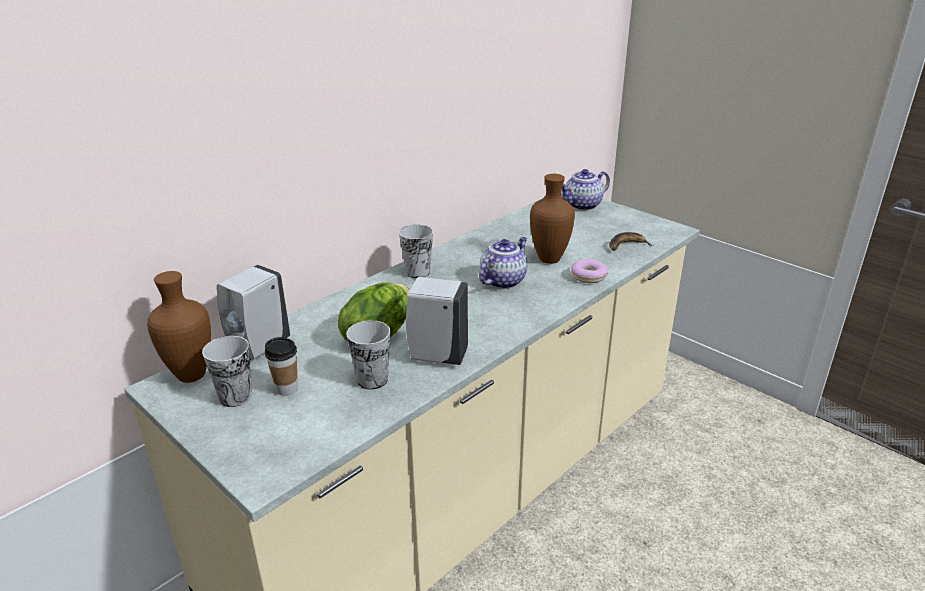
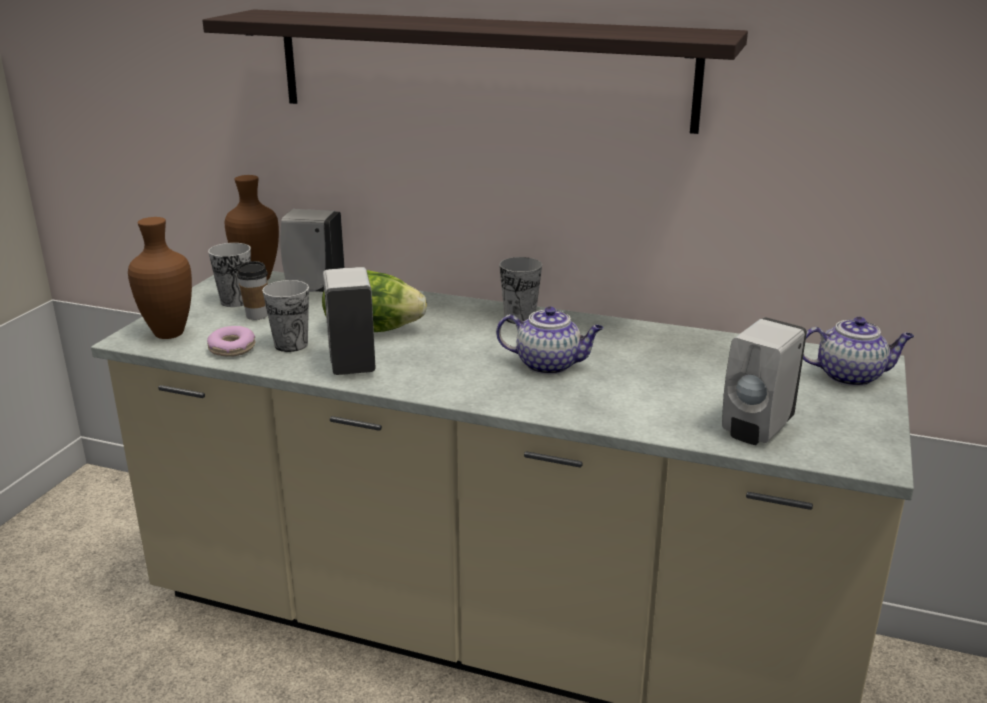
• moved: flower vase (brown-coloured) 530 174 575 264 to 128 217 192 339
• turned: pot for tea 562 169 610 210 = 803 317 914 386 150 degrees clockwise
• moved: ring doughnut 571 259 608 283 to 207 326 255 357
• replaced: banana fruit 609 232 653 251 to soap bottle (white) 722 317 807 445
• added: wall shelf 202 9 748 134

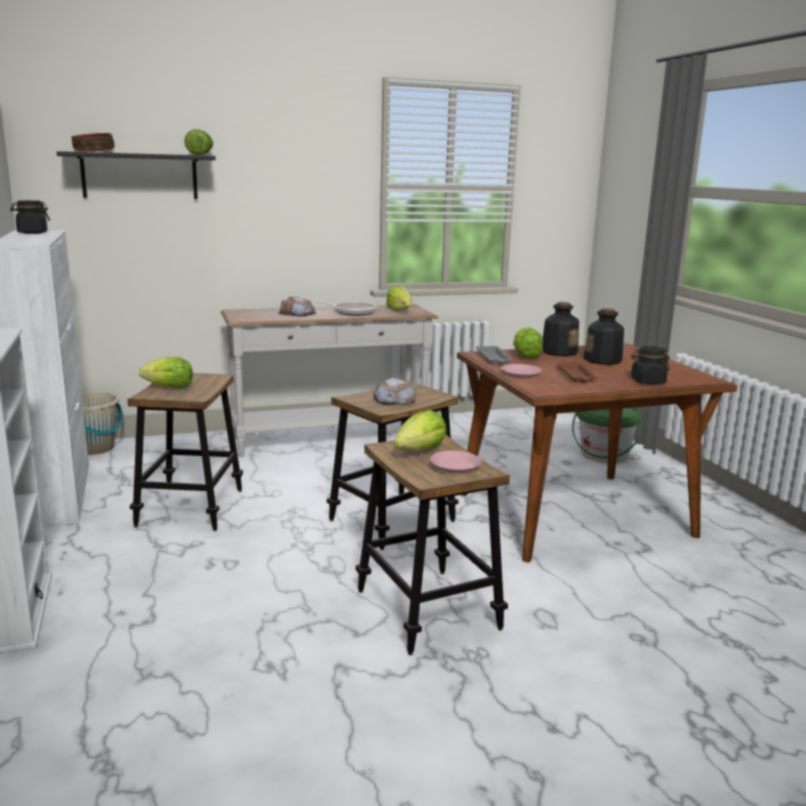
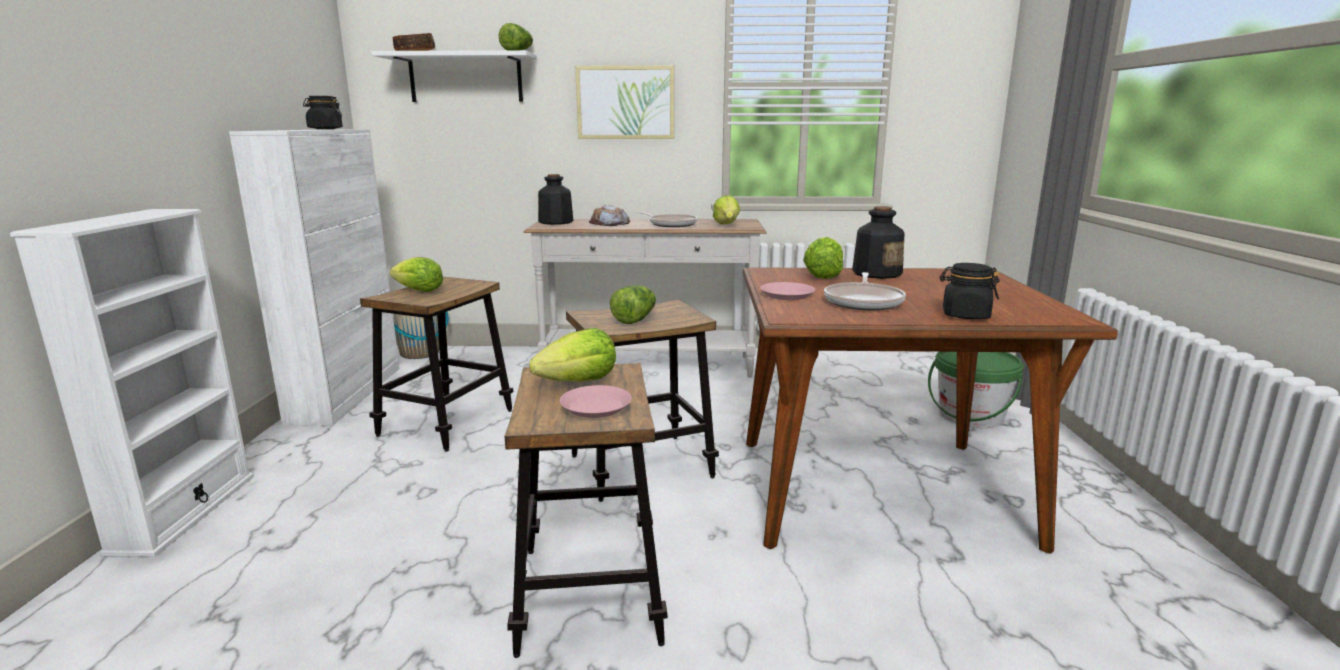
• recoloured: wall shelf (blackish) 57 151 216 199 to wall shelf (white) 371 50 537 102
• replaced: bread 373 377 416 406 to lettuce head 610 286 656 324
• removed: serving tray (gray) 476 346 513 364
• replaced: serving tray (brown-coloured) 557 362 598 382 to pan 824 272 906 310
• moved: beverage bottle 584 308 624 365 to 538 174 573 225
• added: picture 575 65 674 139

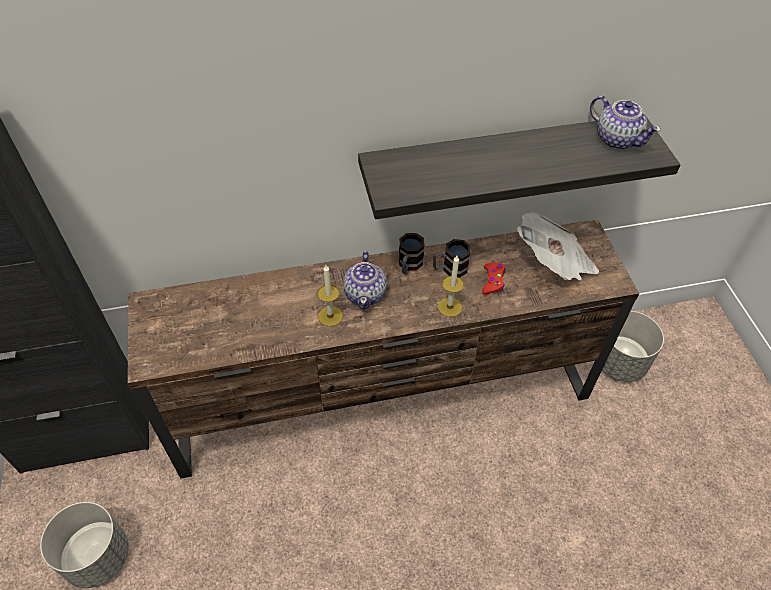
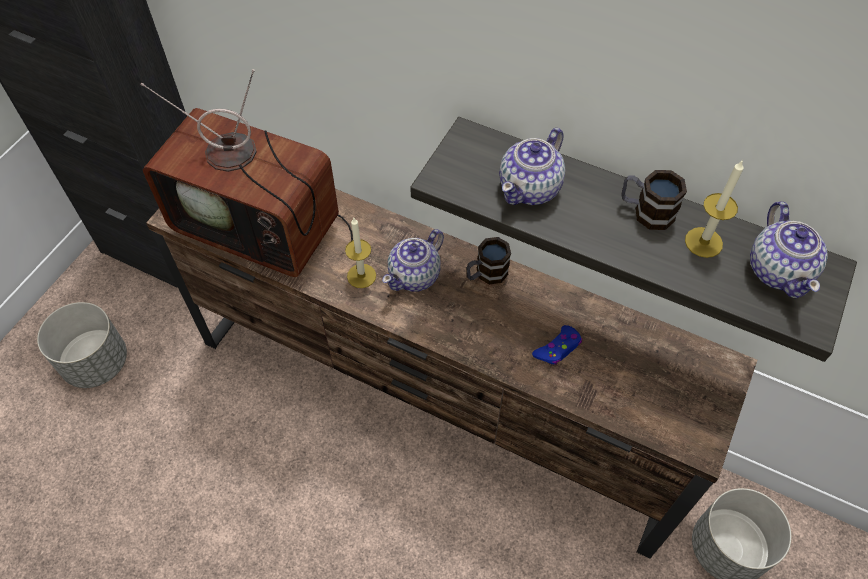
• moved: mug 433 239 471 278 to 621 170 687 230
• moved: wax candle 438 256 464 317 to 685 160 744 258
• recoloured: joypad (reddish) 482 262 506 294 to joypad (blue) 532 325 582 365
• removed: daily paper 517 212 599 281
• added: TV set 140 69 353 277
• added: pot for tea 499 128 565 205

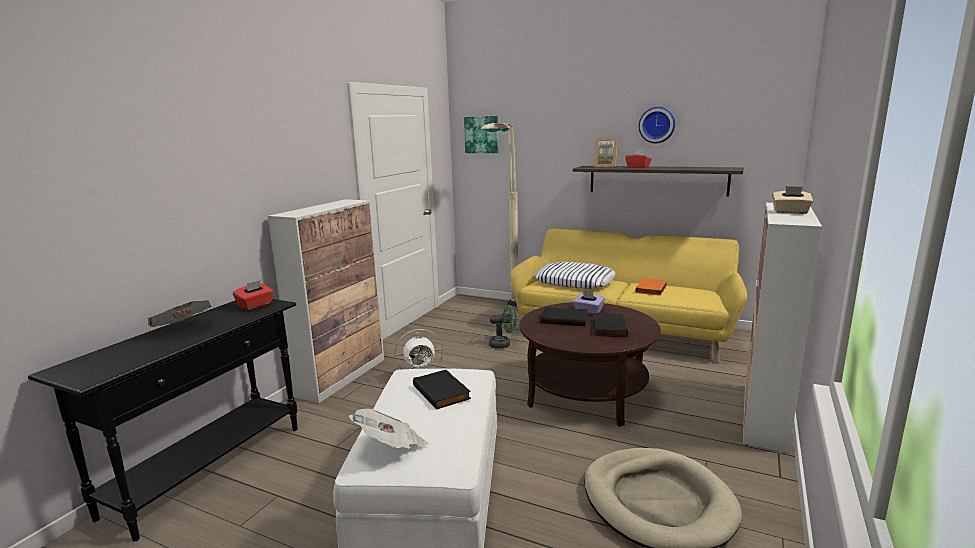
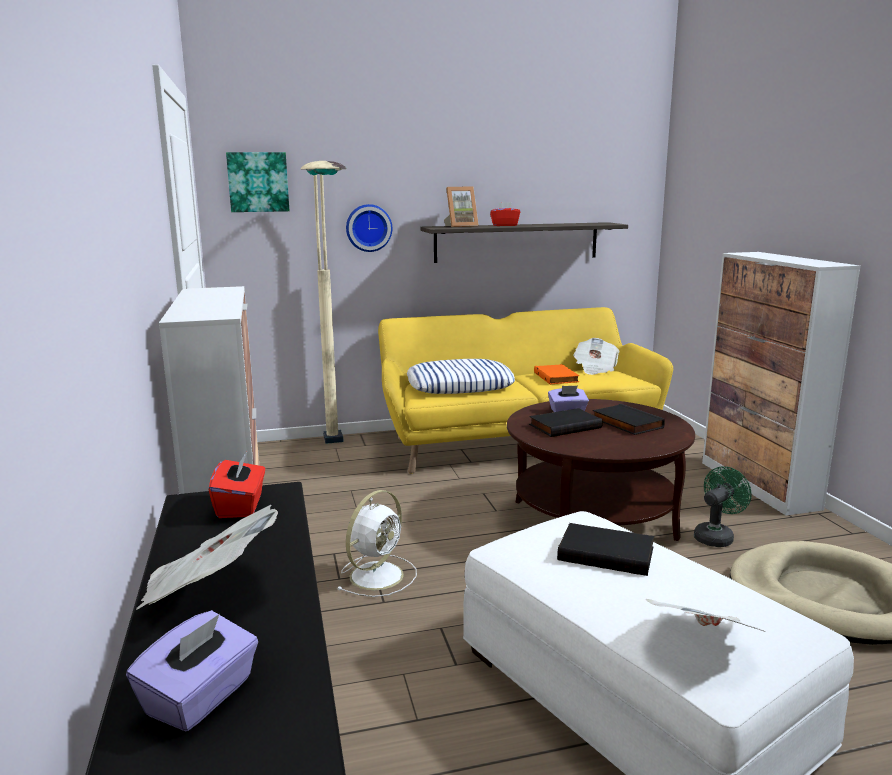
• moved: cooling fan (greenish) 489 305 516 349 to 694 466 752 547
• moved: clock on the wall 639 107 675 143 to 346 204 392 252
• removed: tissue box (beige-coloured) 772 186 813 214
• added: tissue box (purple-coloured) 126 610 258 732
• added: daily paper 573 338 620 375

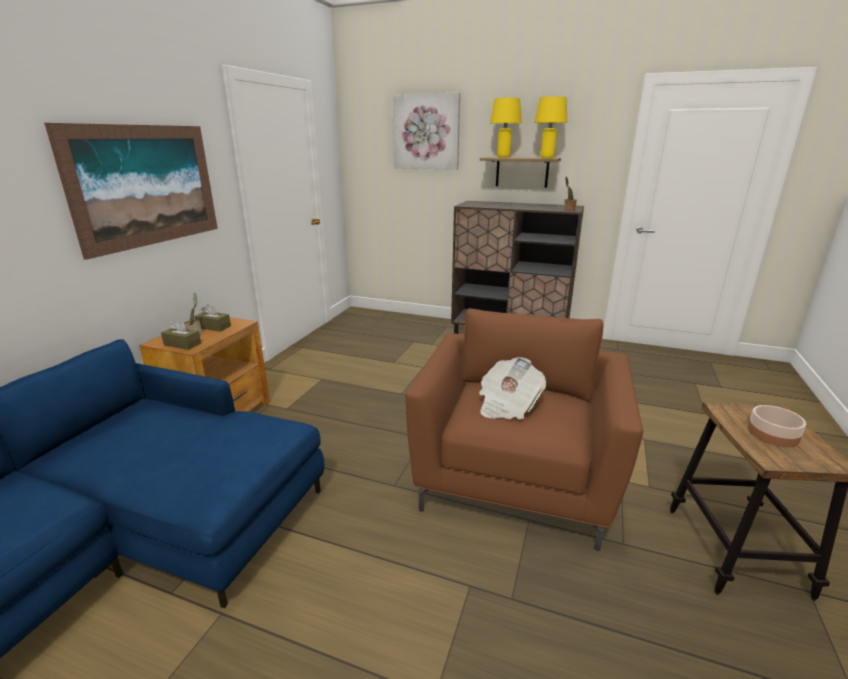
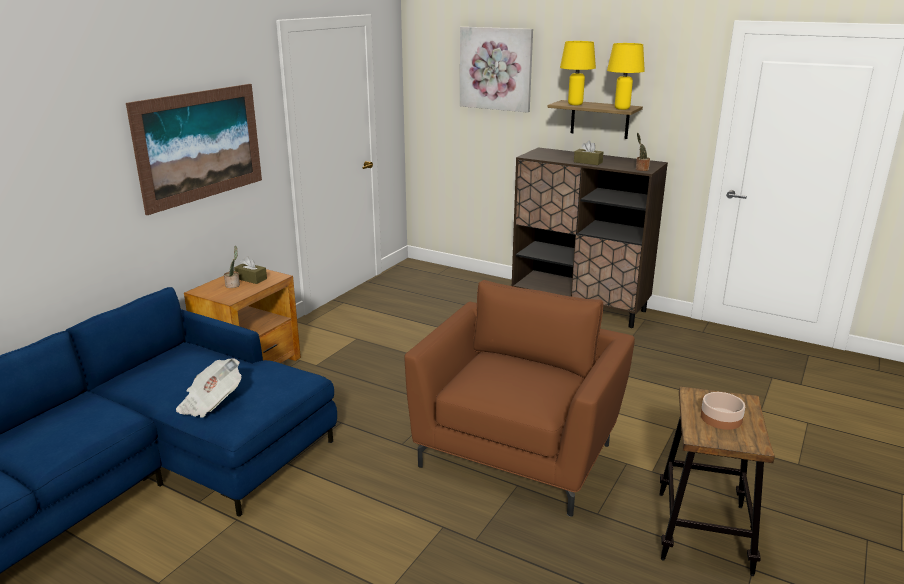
• moved: tissue box (brown-coloured) 161 319 201 350 to 574 141 603 165
• moved: daily paper 479 357 546 419 to 176 358 242 418

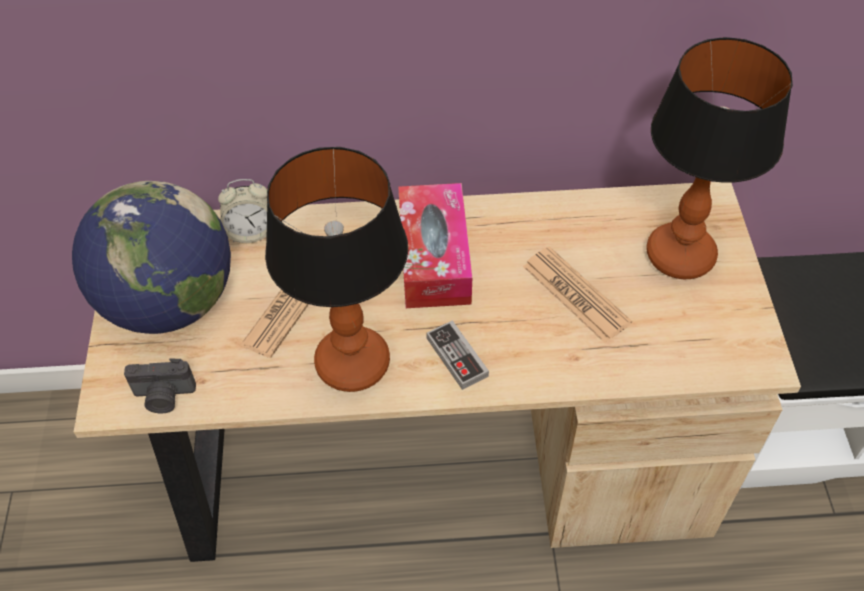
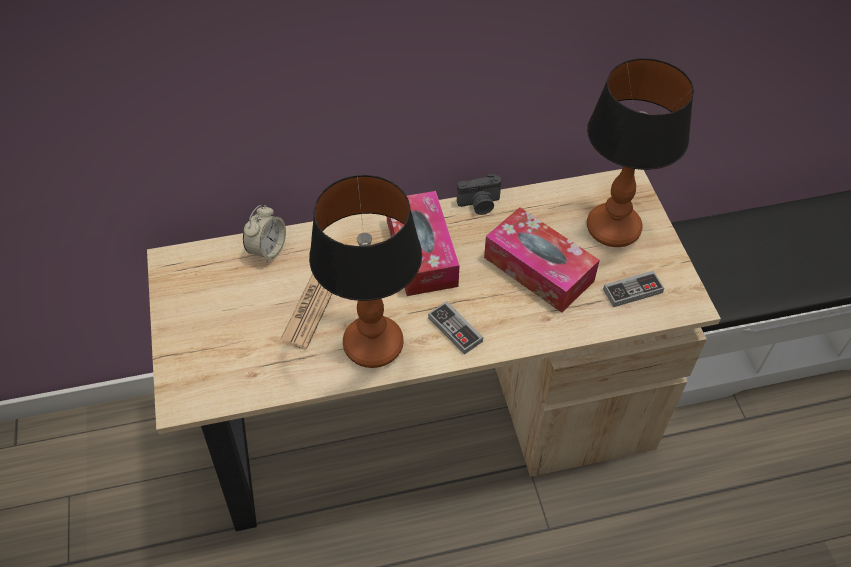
• removed: world globe 72 181 231 334
• moved: still camera 124 358 196 413 to 457 174 501 215
• turned: table clock 218 179 267 243 = 243 205 286 262 45 degrees counterclockwise
• replaced: daily paper 523 247 632 343 to tissue box 484 207 600 313
• added: joypad 603 271 664 307

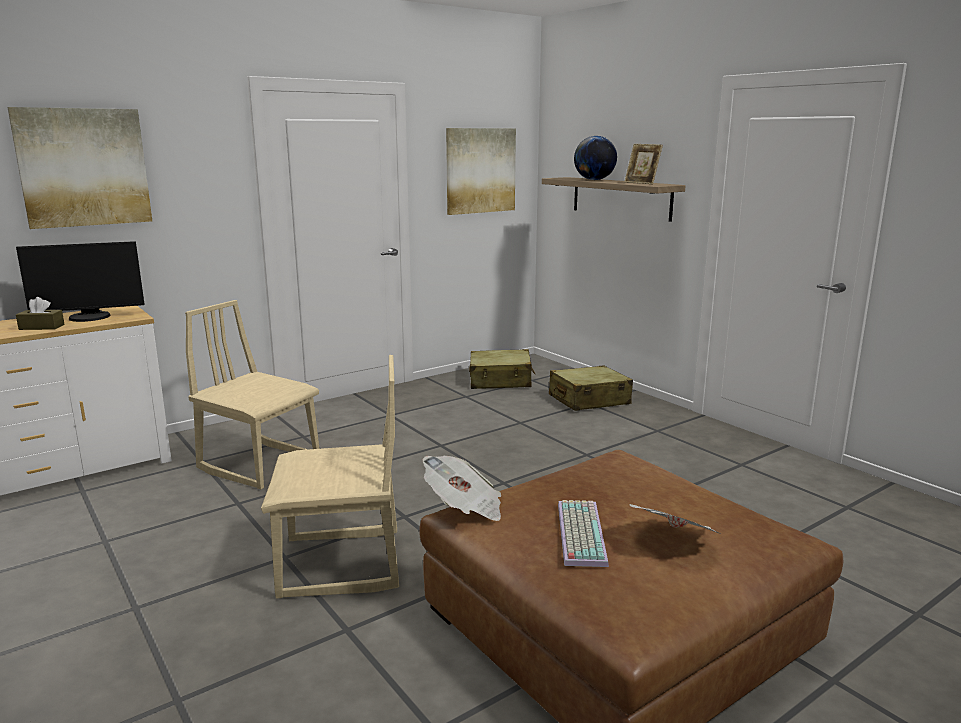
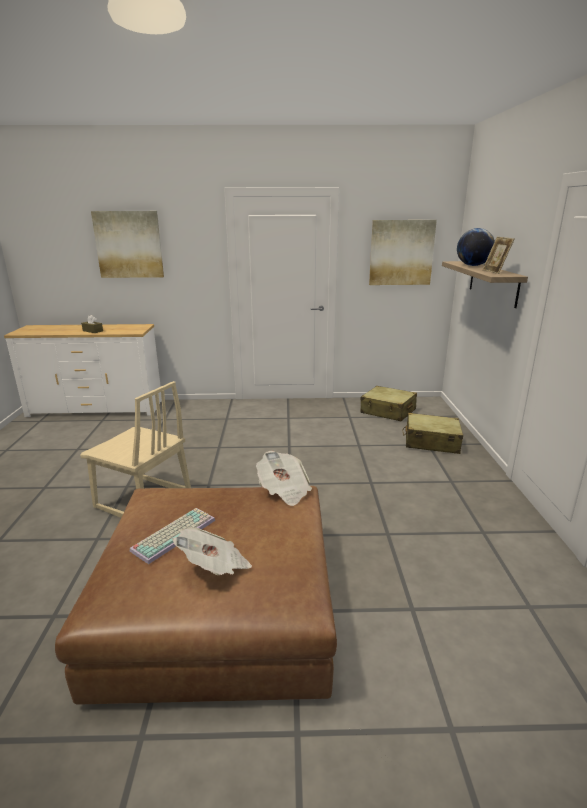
• removed: computer display 16 241 145 322
• removed: chair (beige-coloured) 185 300 319 489
• moved: daily paper 423 456 501 521 to 256 451 312 506

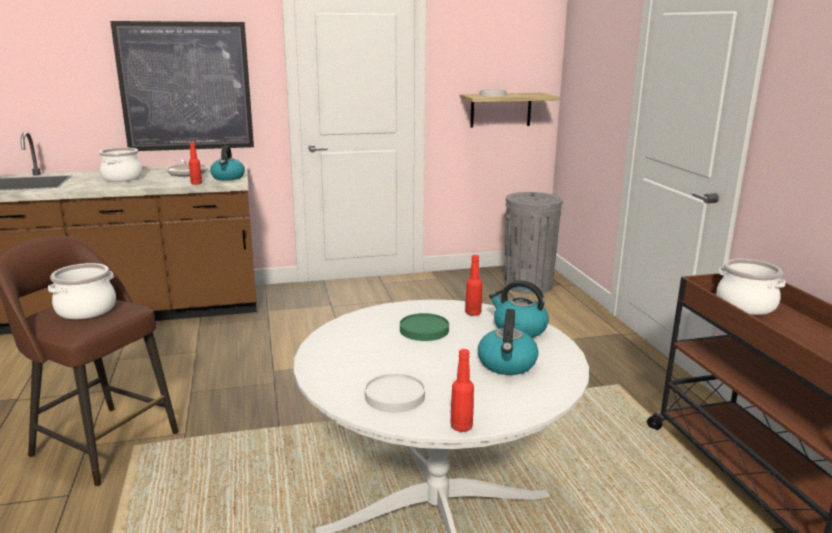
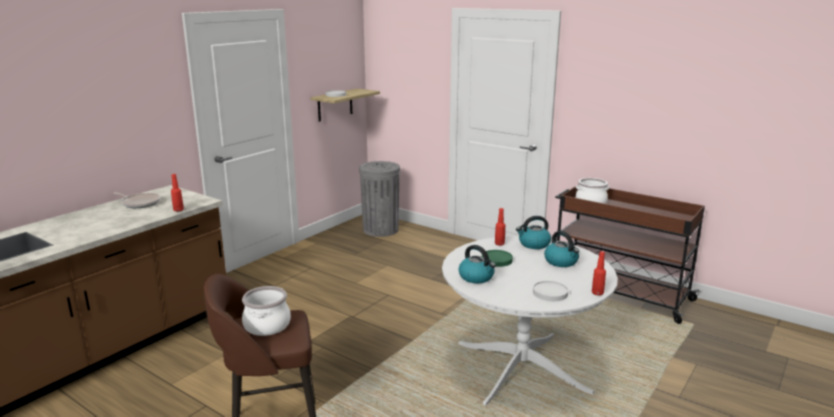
• removed: cooking pot 99 148 143 182
• removed: picture 110 21 254 151
• moved: kettle 210 146 245 181 to 459 245 496 283

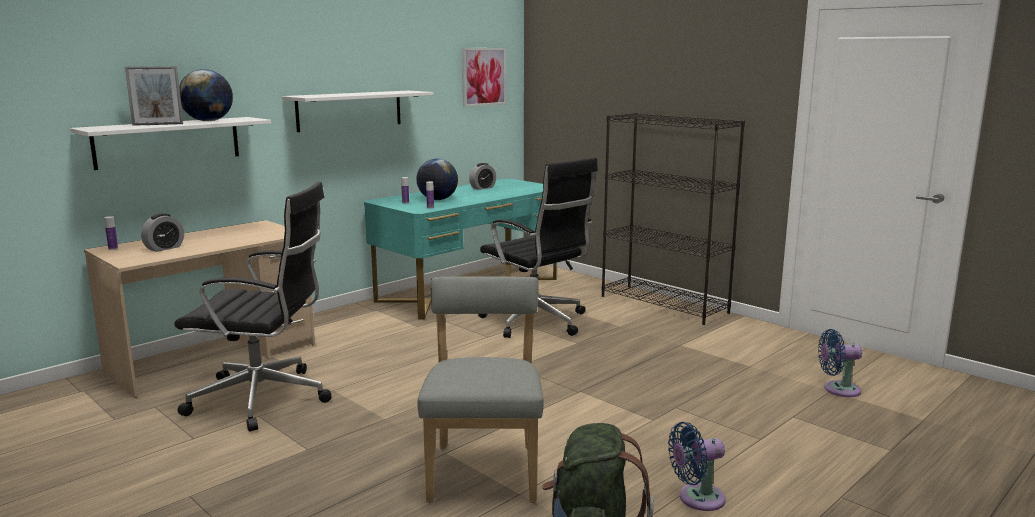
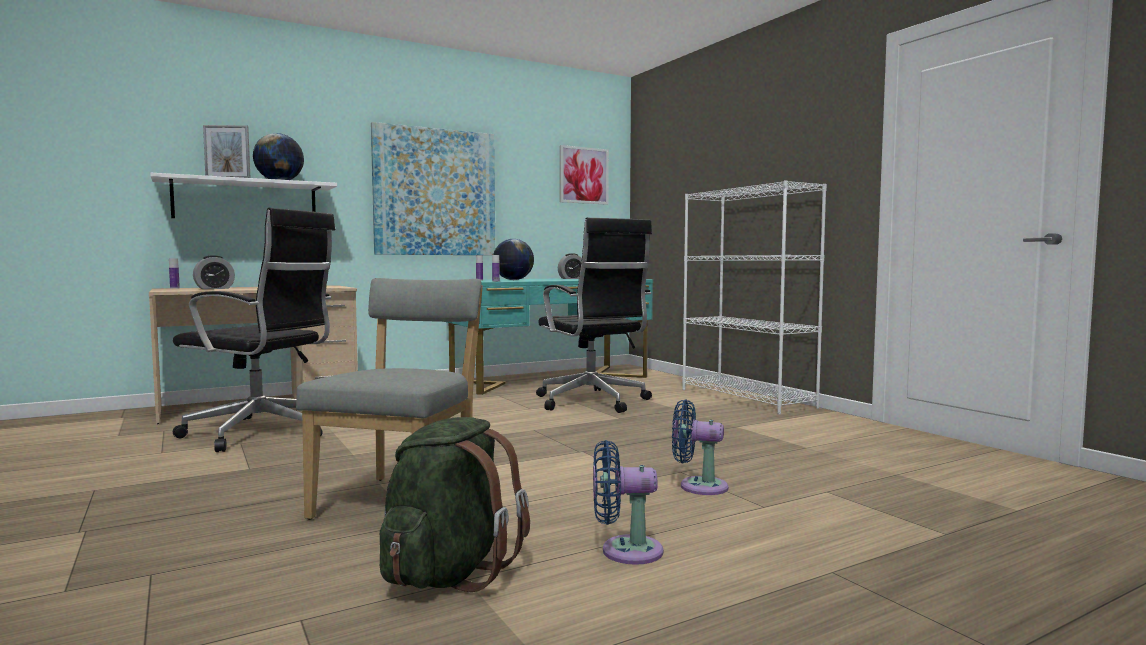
• replaced: wall shelf (white) 282 91 434 132 to picture 371 122 495 255
• recoloured: bookshelf (blackish) 602 113 745 325 to bookshelf (white) 682 181 827 415
• moved: cooling fan (blue) 818 329 862 397 to 672 399 729 495

